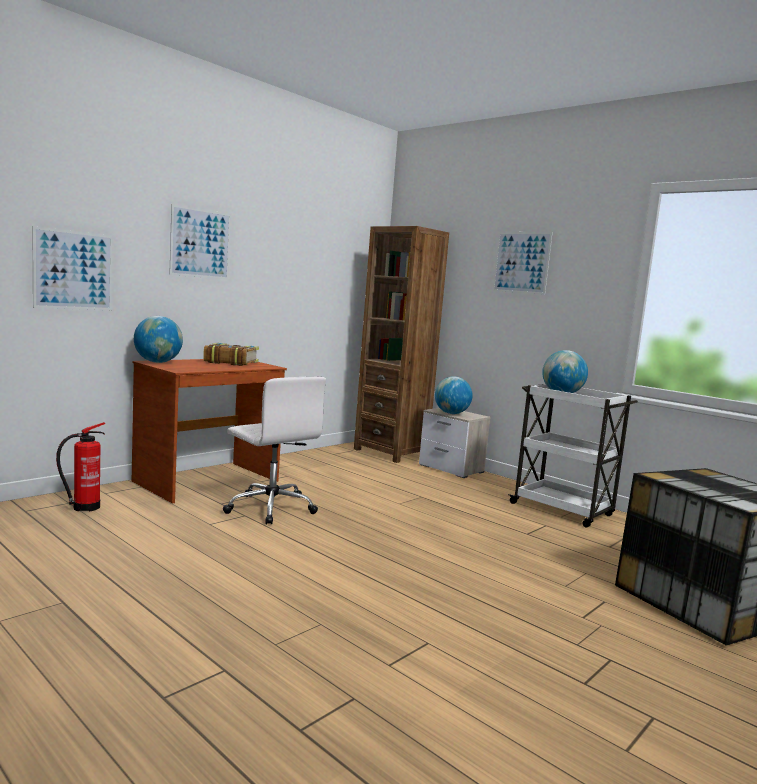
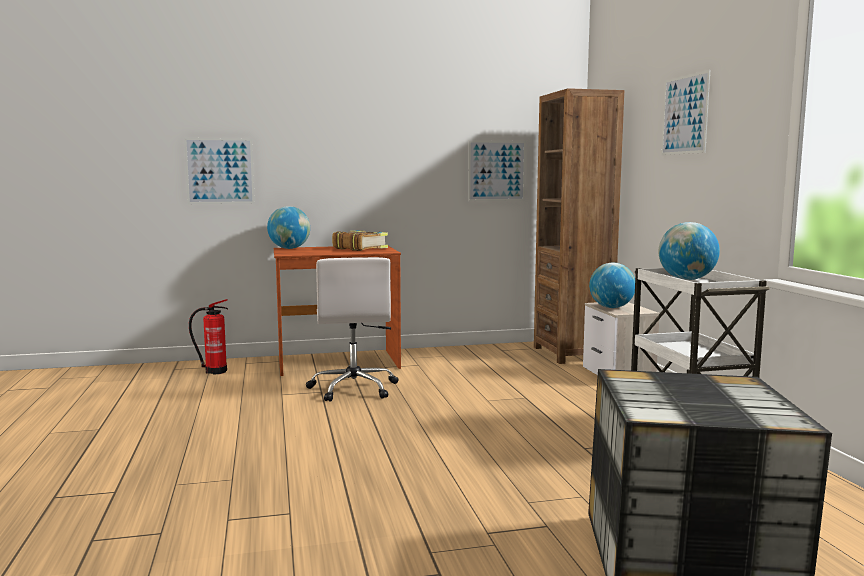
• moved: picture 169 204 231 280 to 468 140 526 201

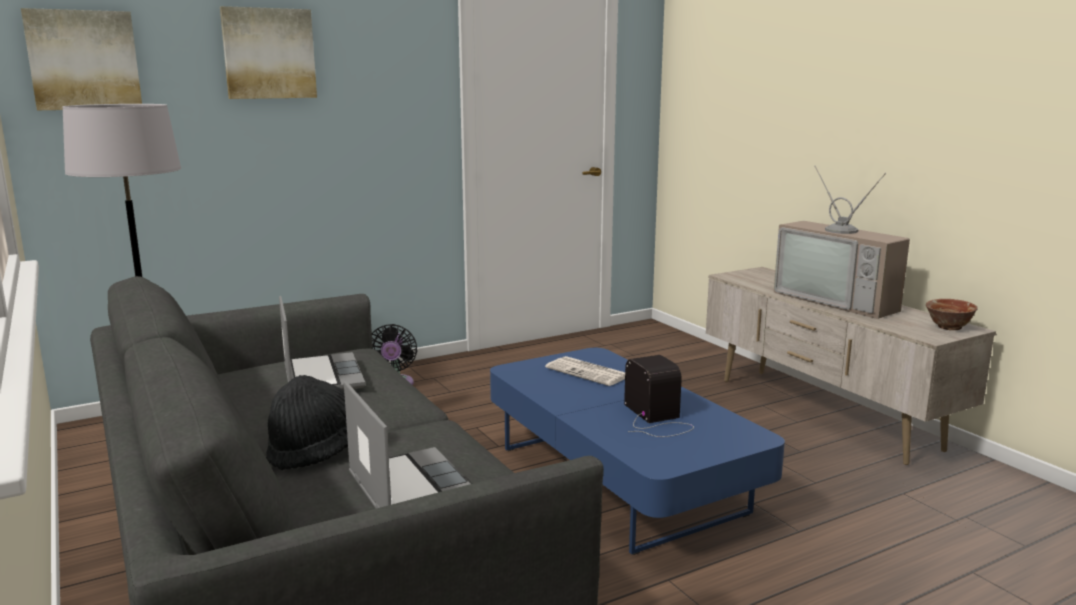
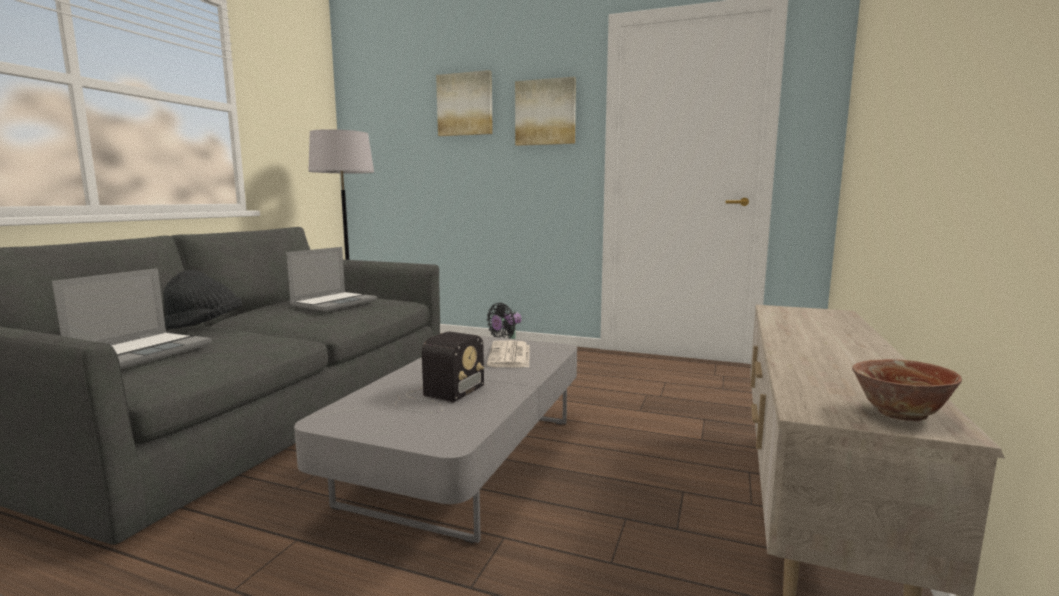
• moved: picture 21 8 142 110 to 515 77 576 146
• recoloured: low table (blue) 490 348 785 555 to low table (gray) 294 336 577 543
• removed: TV set 774 166 910 319

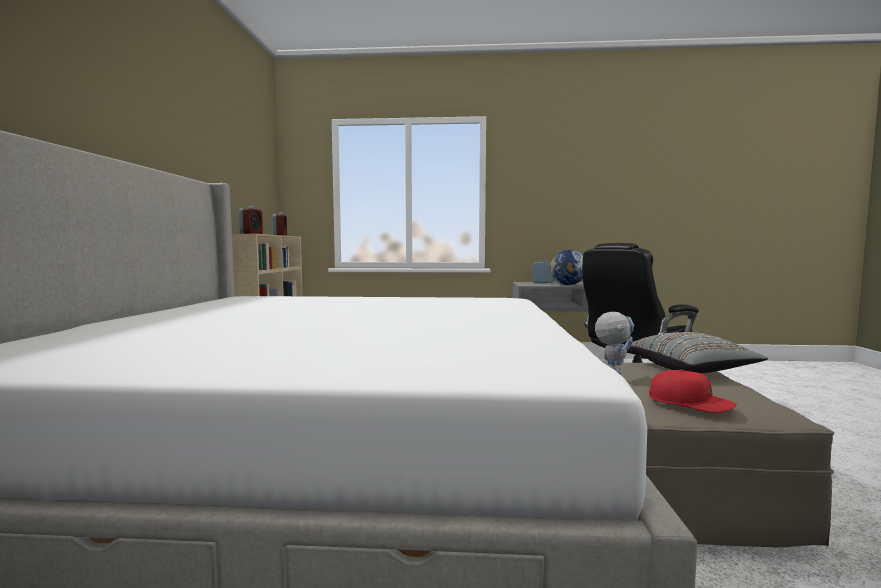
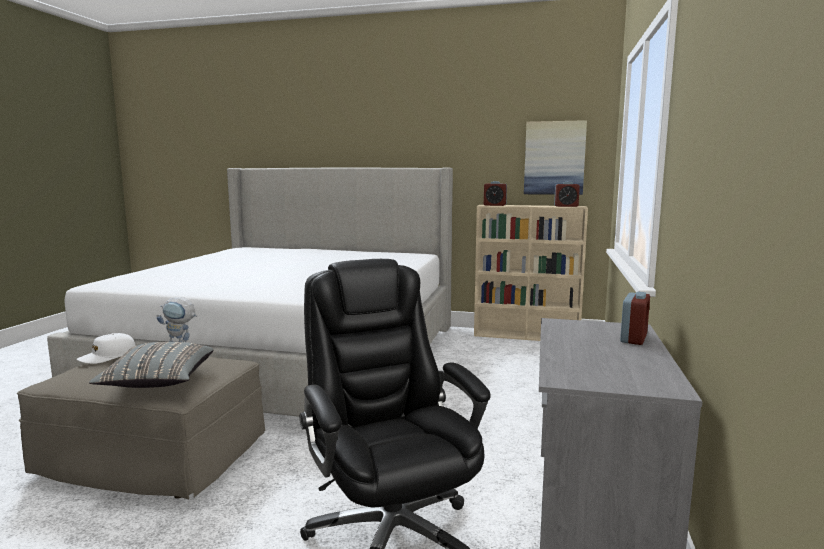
• removed: world globe 550 250 583 285
• recoloured: peaked cap (reddish) 649 370 737 413 to peaked cap (white) 77 333 136 364
• added: picture 524 120 587 195

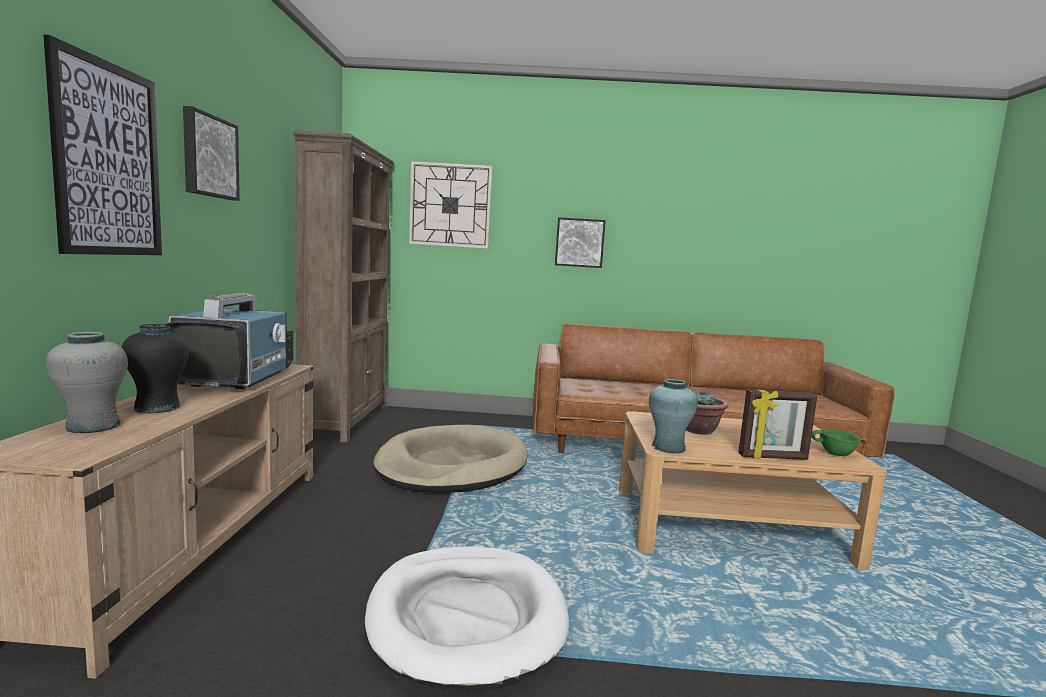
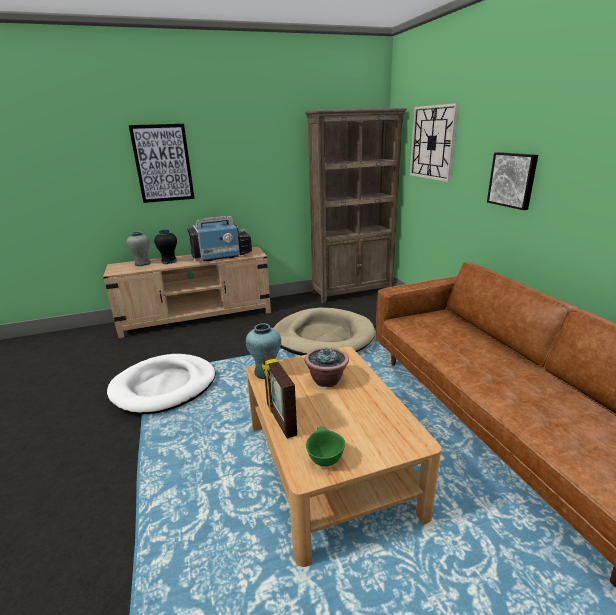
• removed: picture 183 106 240 201

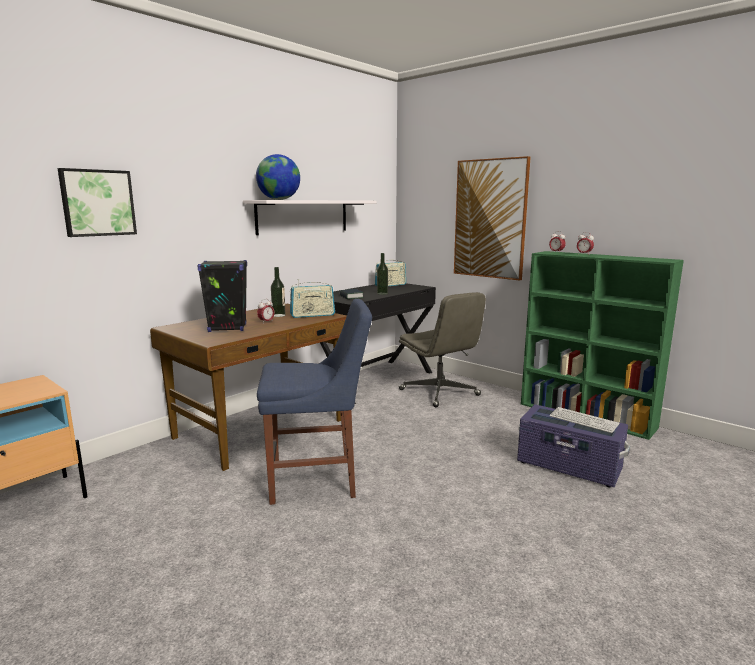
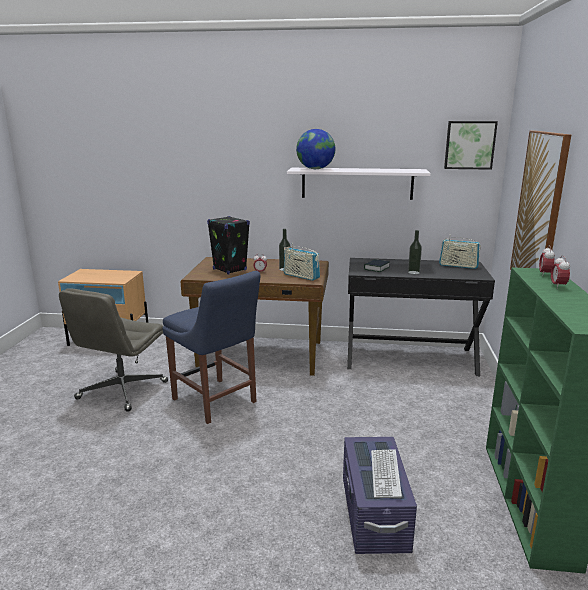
• moved: picture 58 168 137 237 to 444 121 498 170
• moved: desk chair (gray) 399 292 486 407 to 59 288 168 412

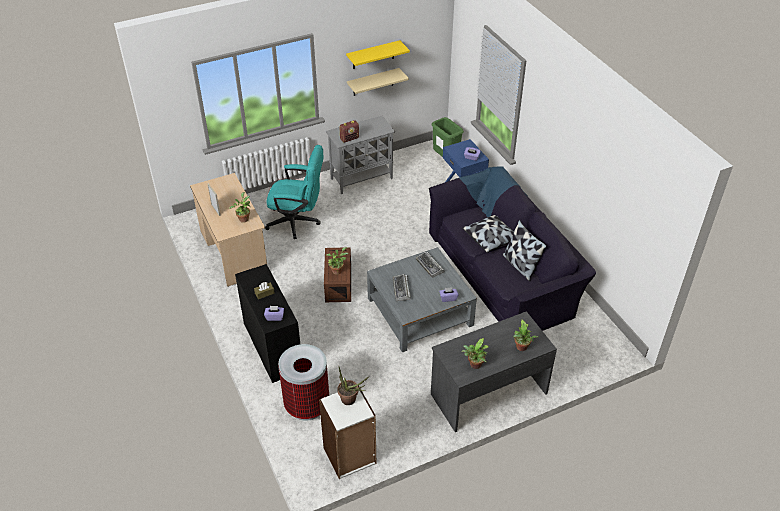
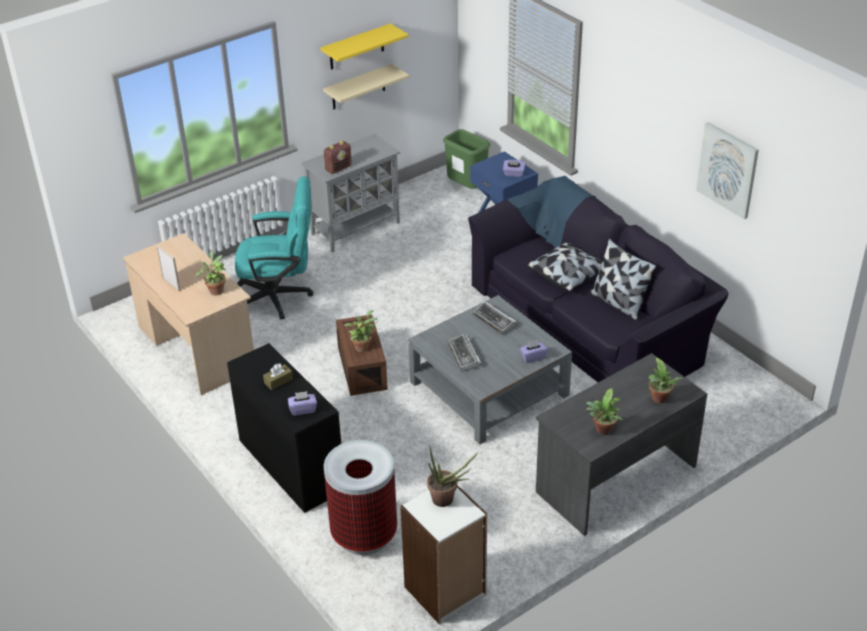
• added: picture 696 122 759 220

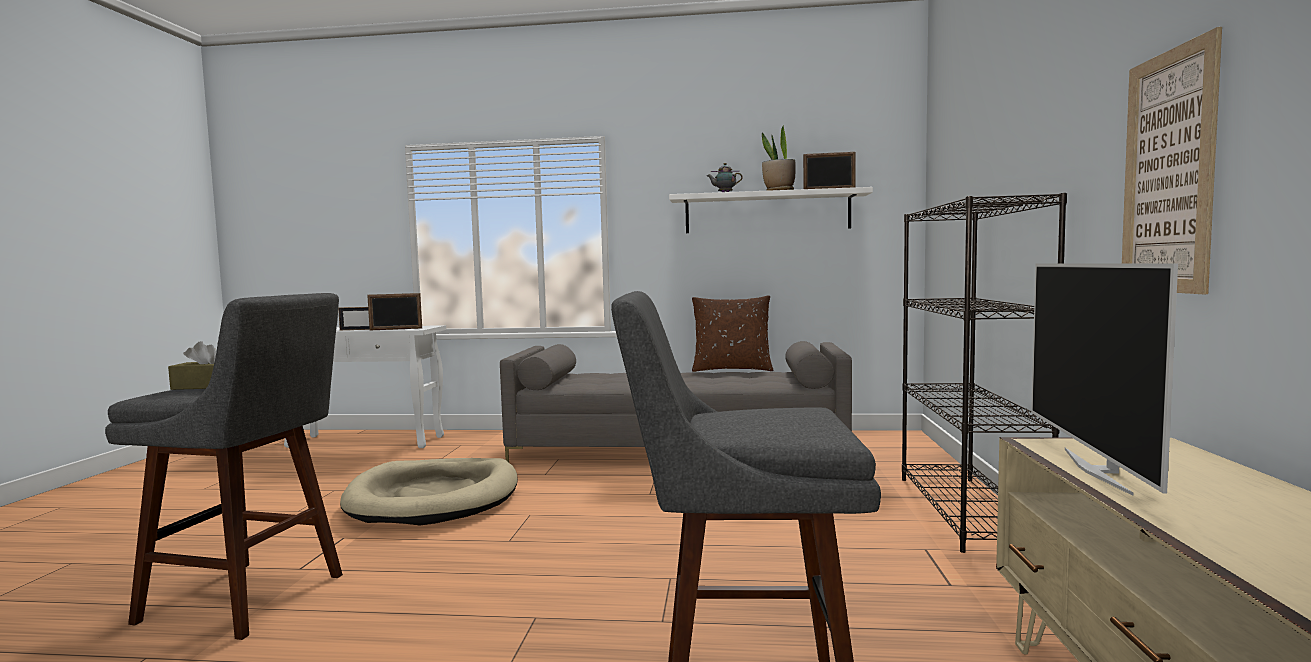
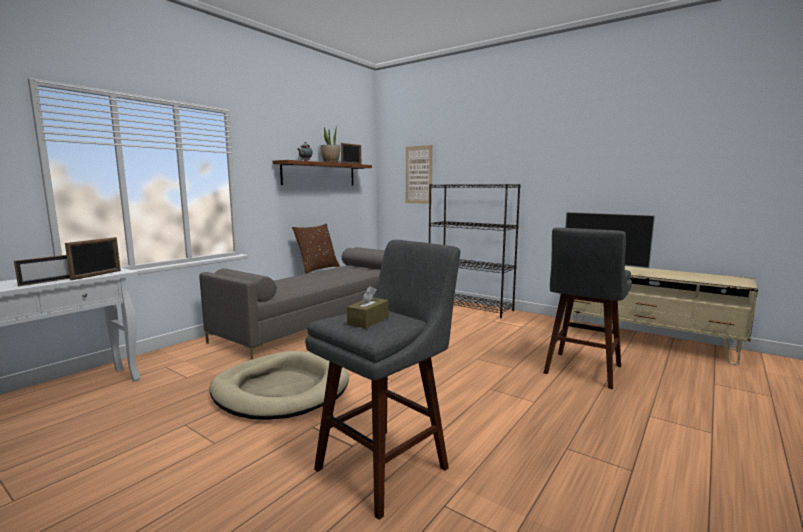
• recoloured: wall shelf (white) 669 187 873 233 to wall shelf (brown-coloured) 273 160 372 185
• moved: picture 1122 27 1222 294 to 406 145 433 204

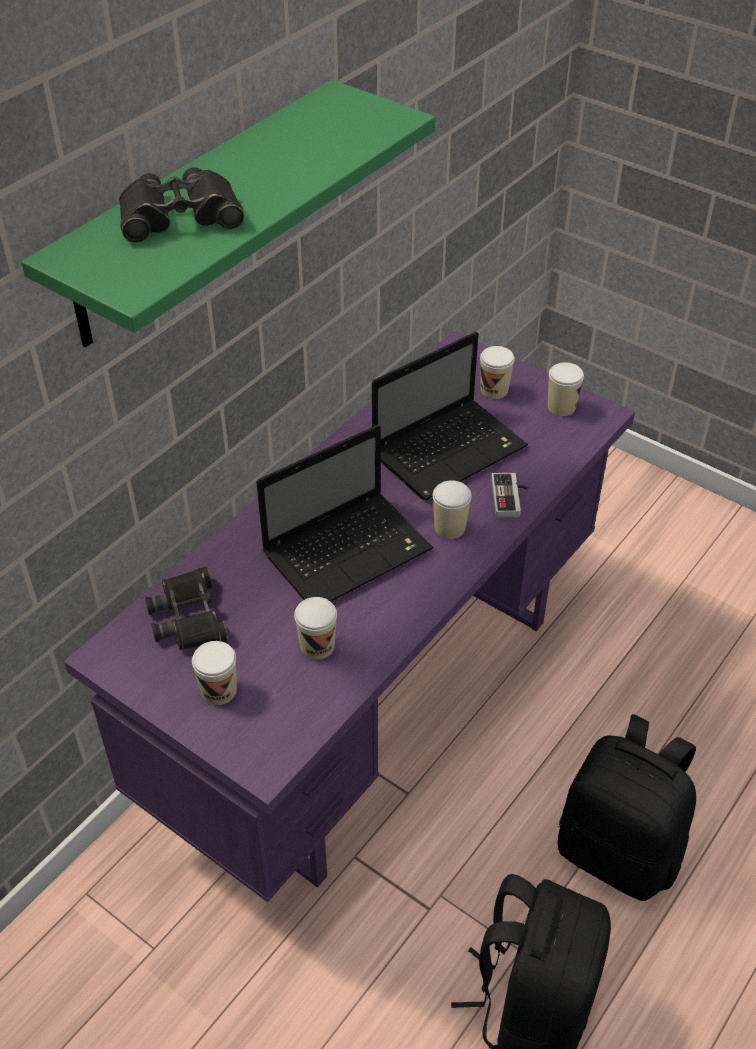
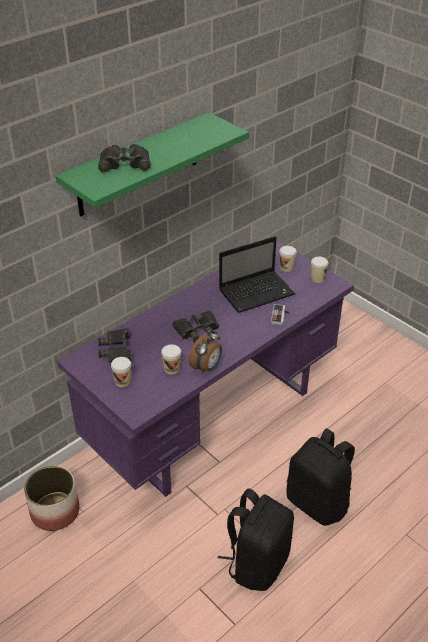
• replaced: laptop 256 425 434 602 to binoculars (blackish) 173 311 219 343
• removed: drinking cup 433 480 472 539
• added: plant pot 24 466 80 531
• added: table clock 189 330 222 374

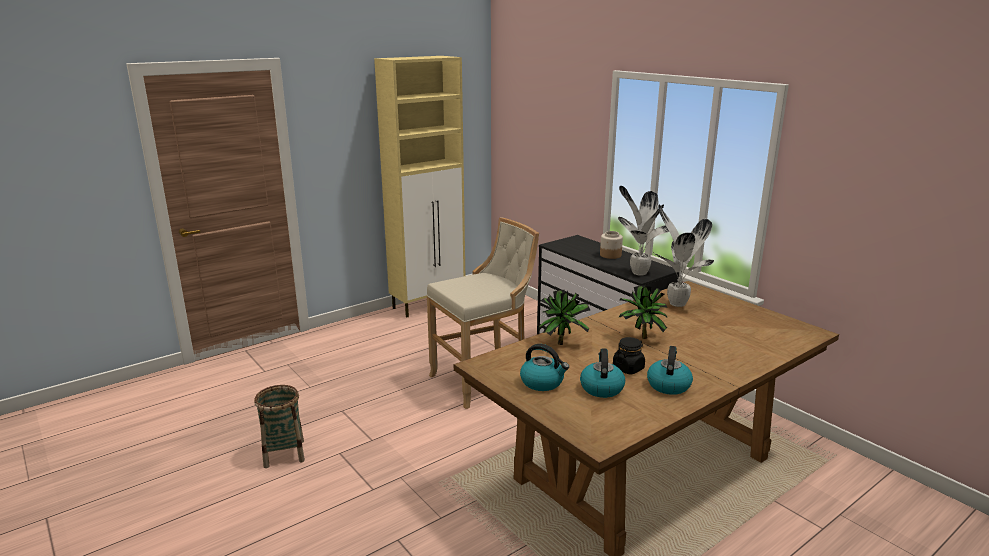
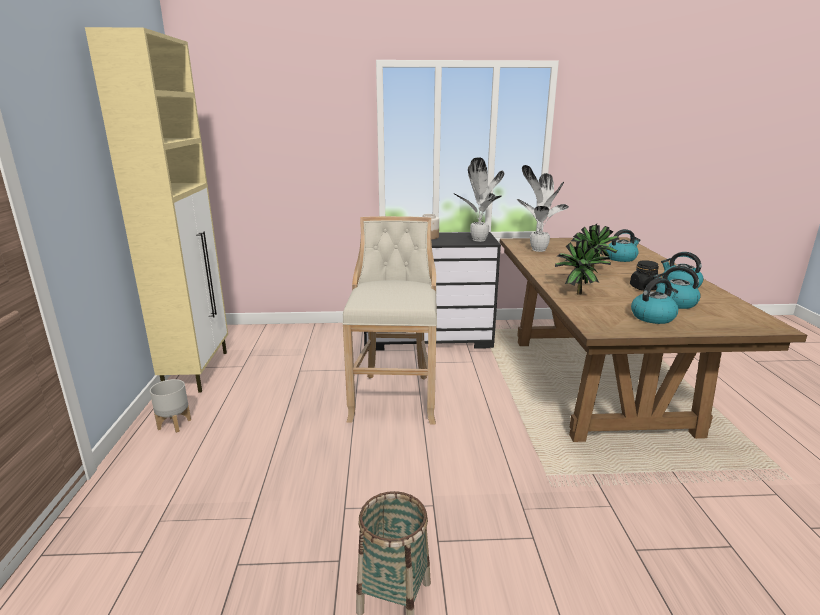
• added: plant pot (gray) 150 379 191 433
• added: kettle 605 229 641 262

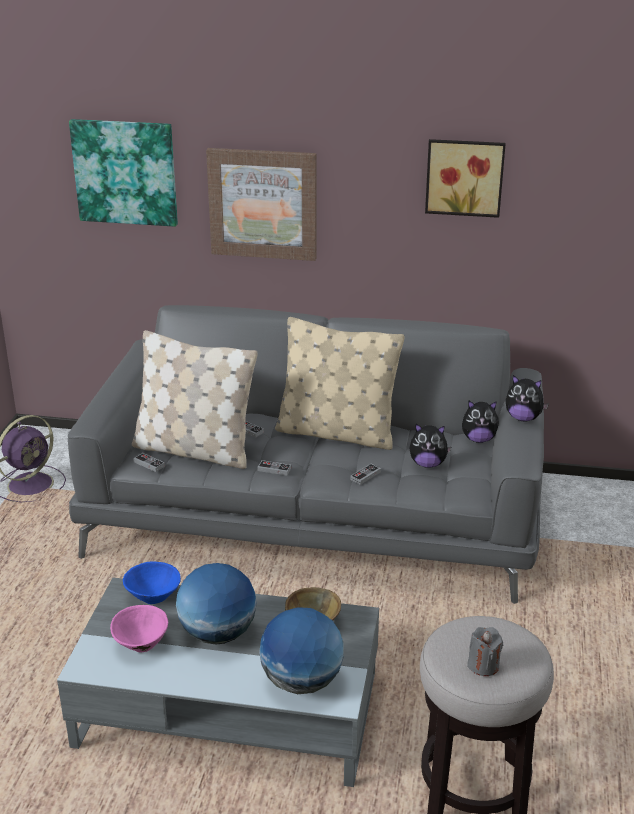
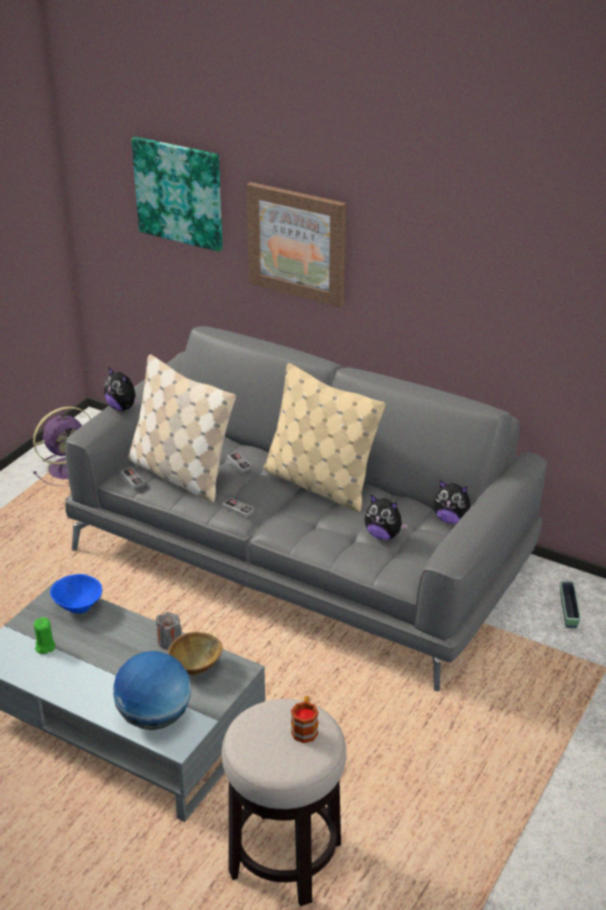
• replaced: deep dish (pinkish) 110 605 168 653 to wax candle (greenish) 34 617 55 654
• removed: world globe 176 563 257 645
• removed: joypad 350 464 381 485
• removed: picture 425 139 506 218
• moved: wax candle (gray) 467 627 503 676 to 156 612 182 650
• moved: cuddly toy 506 375 549 422 to 104 368 141 411
• added: mug 291 696 318 743
• added: plant pot 560 581 581 628

